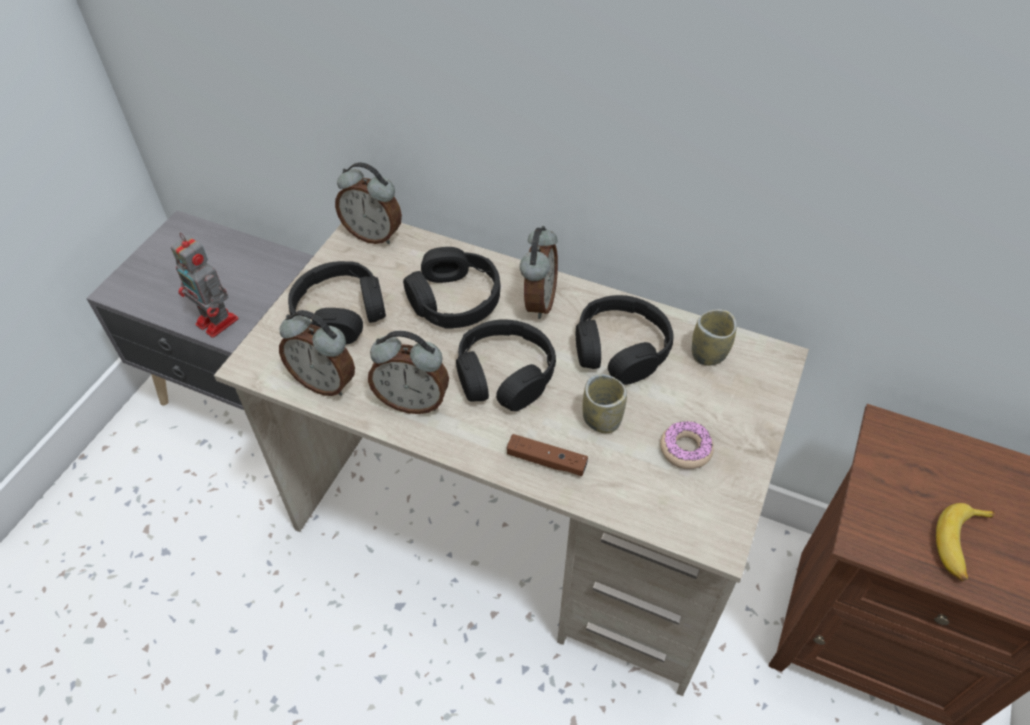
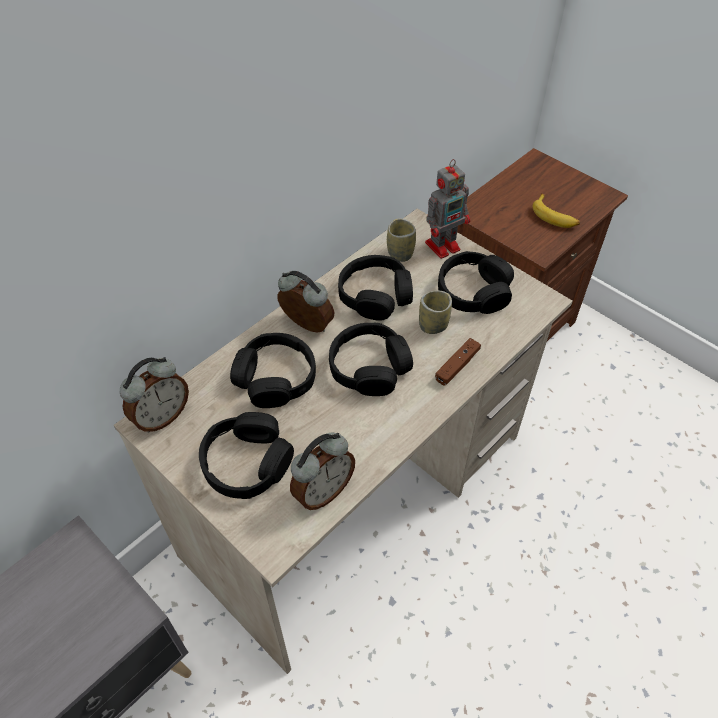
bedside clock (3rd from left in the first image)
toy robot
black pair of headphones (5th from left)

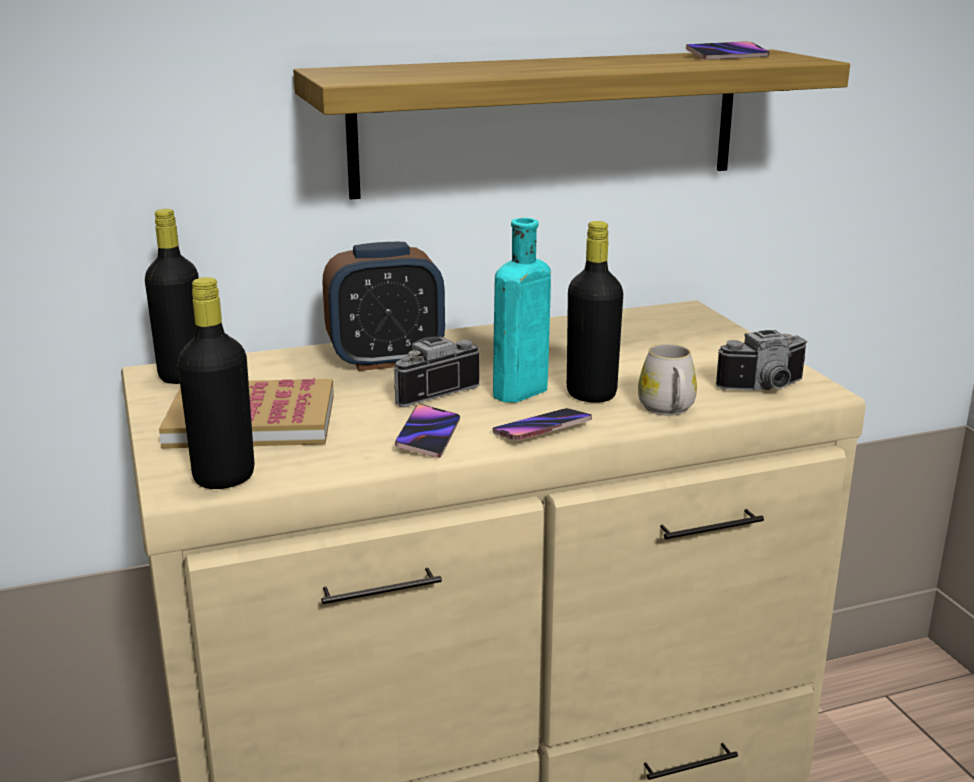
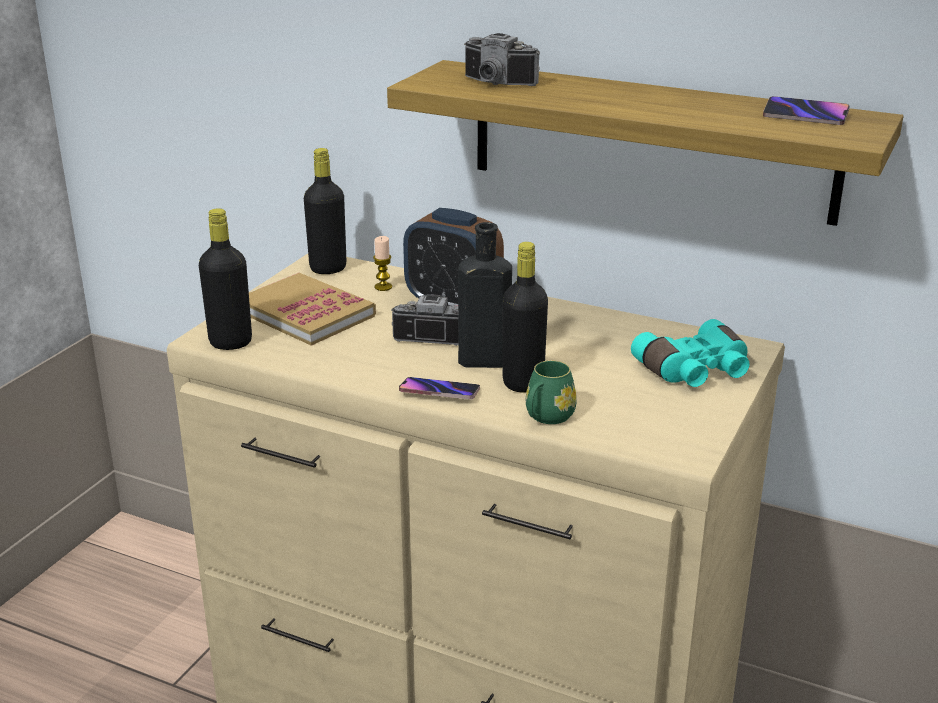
phone (1st from left in the first image)
wax light
turquoise-coloured binoculars
still camera (2nd from left)
black drink bottle (3rd from left)
greenish mug

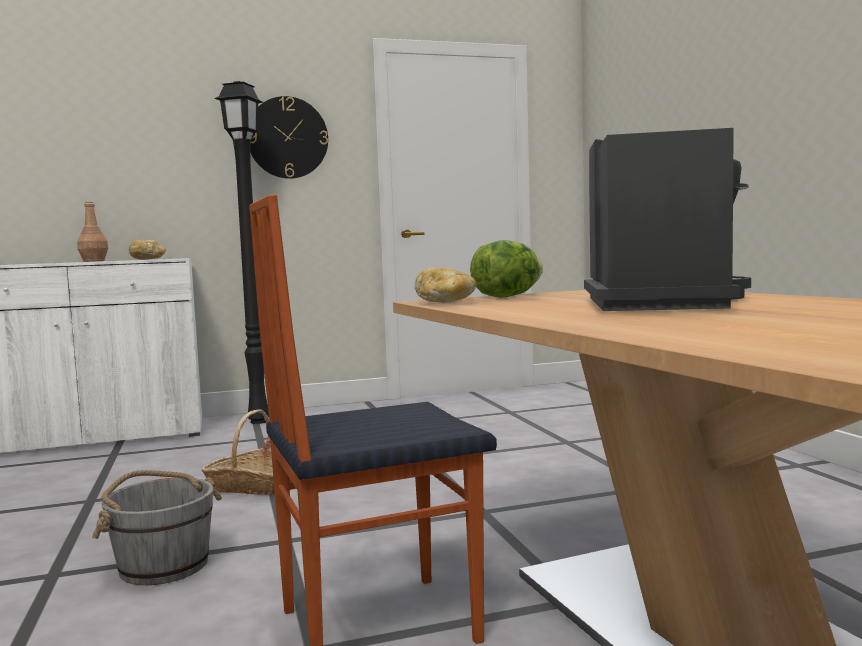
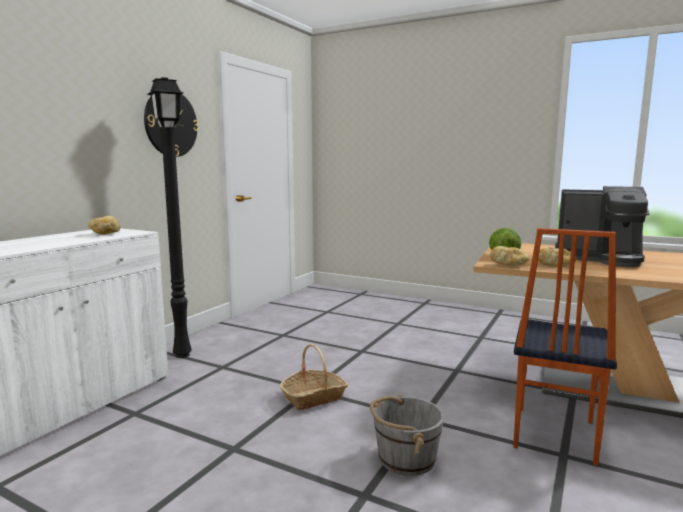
brown drink bottle
bakery bread (3rd from left)
coffee maker

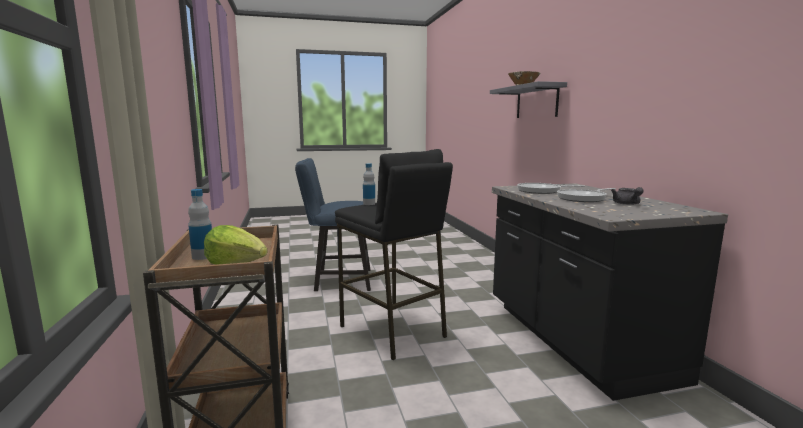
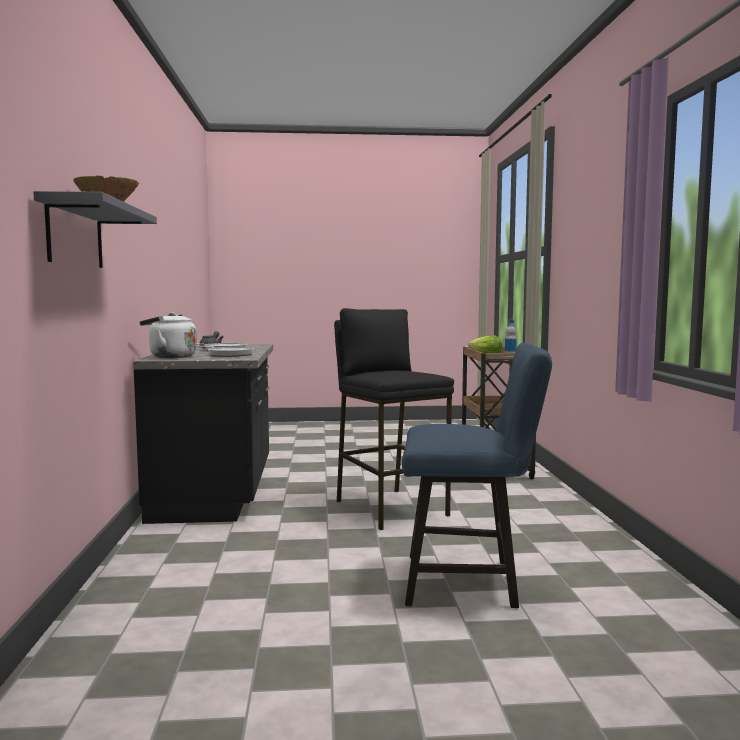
drink bottle (2nd from left in the first image)
white tea kettle

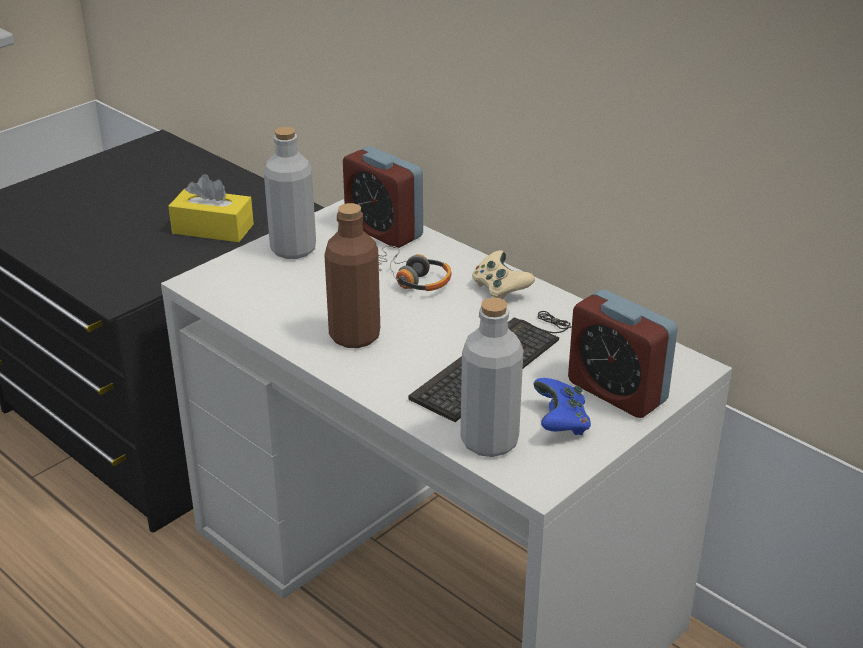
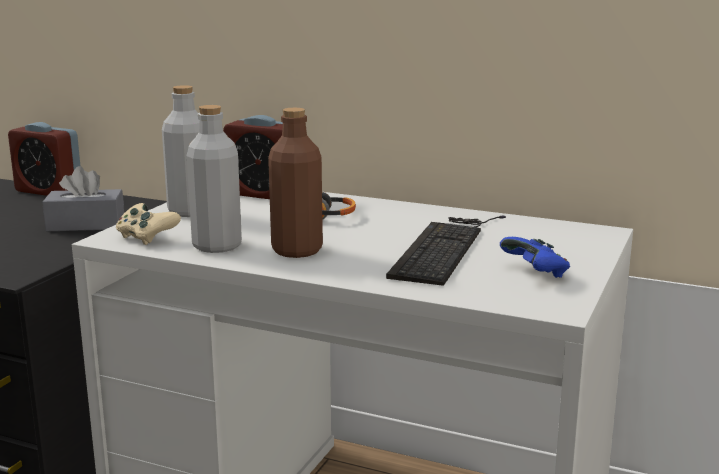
greyish drink bottle (2nd from left)
beige game controller
bedside clock (1st from left)
greyish tissue holder

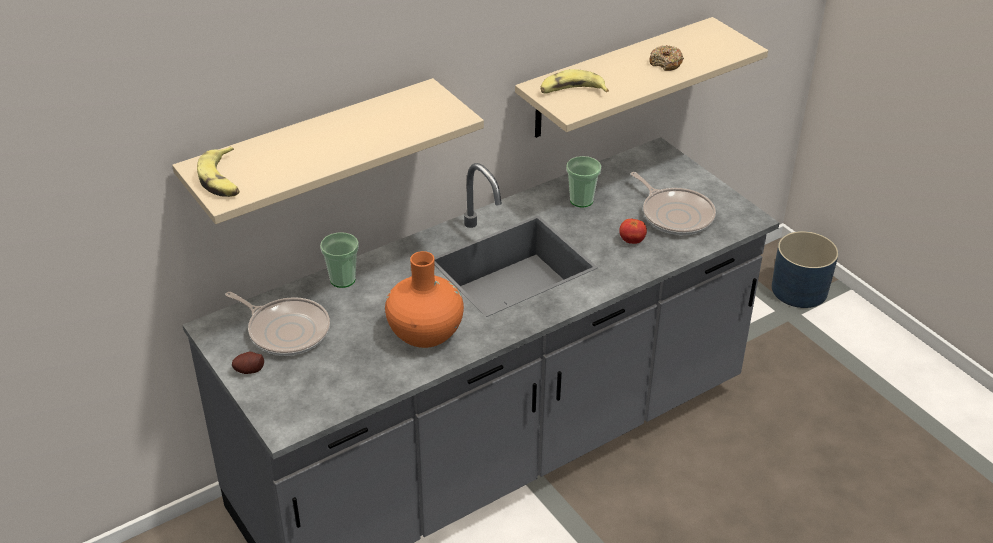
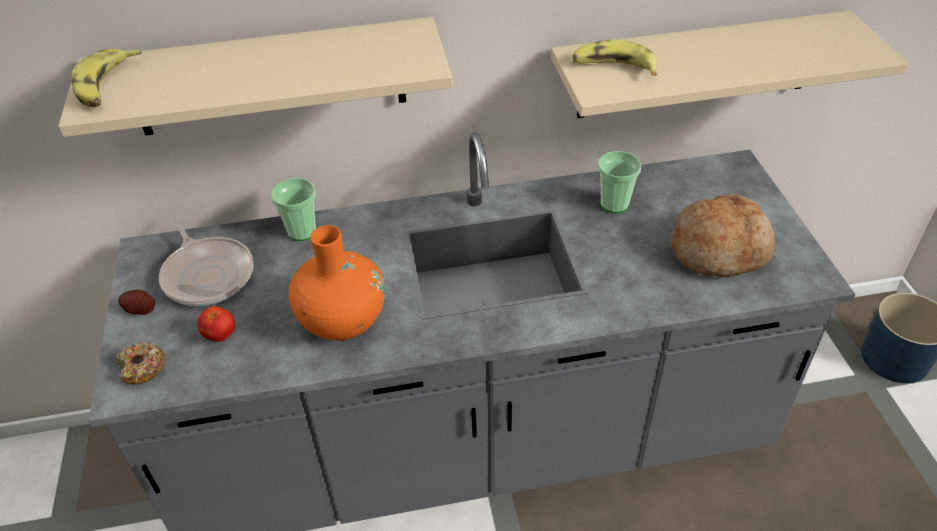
whole tomato
donut
bakery bread

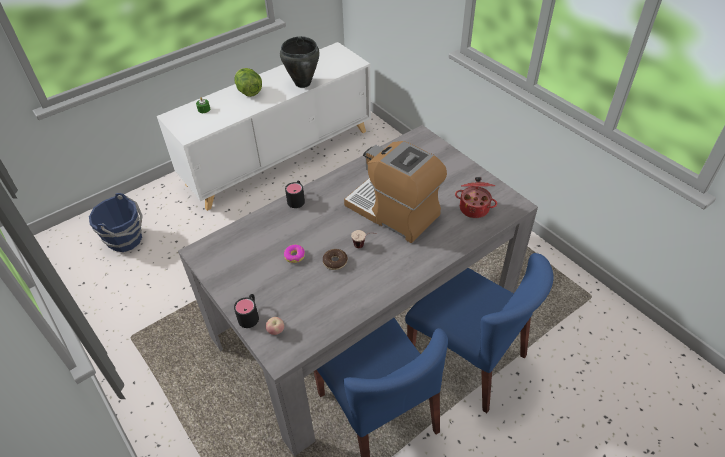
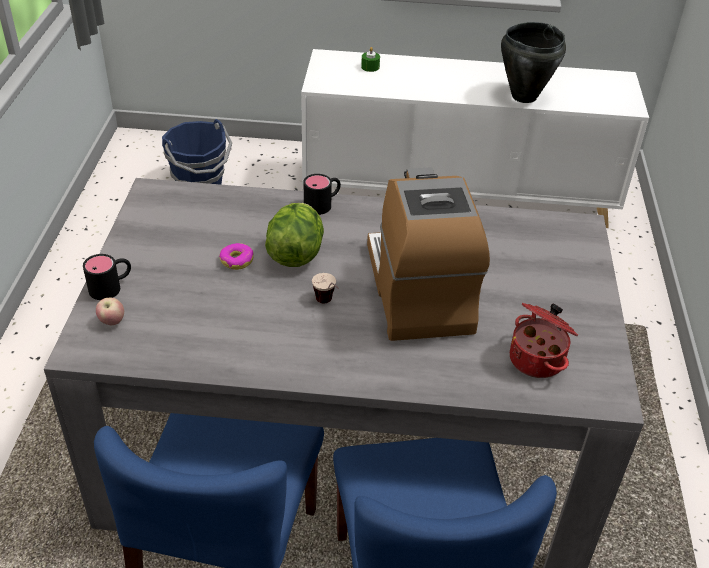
donut (2nd from left in the first image)
head of lettuce

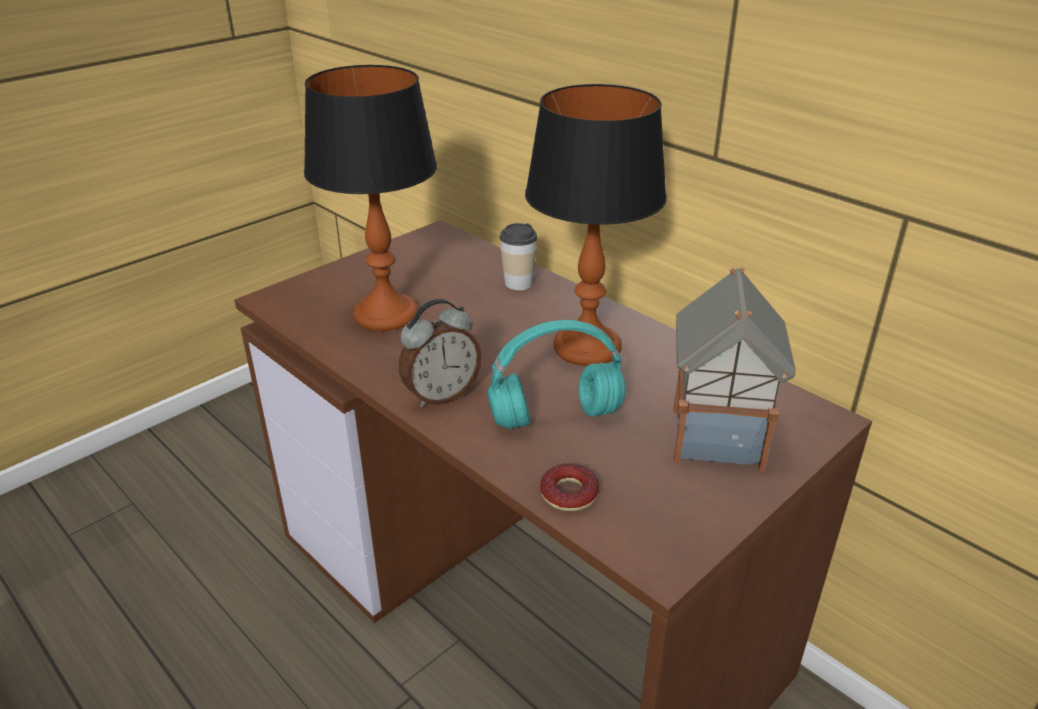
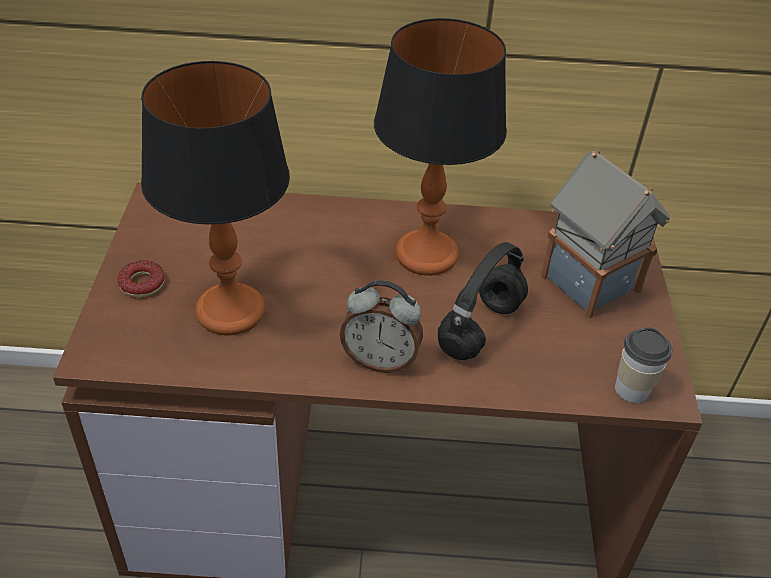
small cup
donut
black pair of headphones
bedside clock

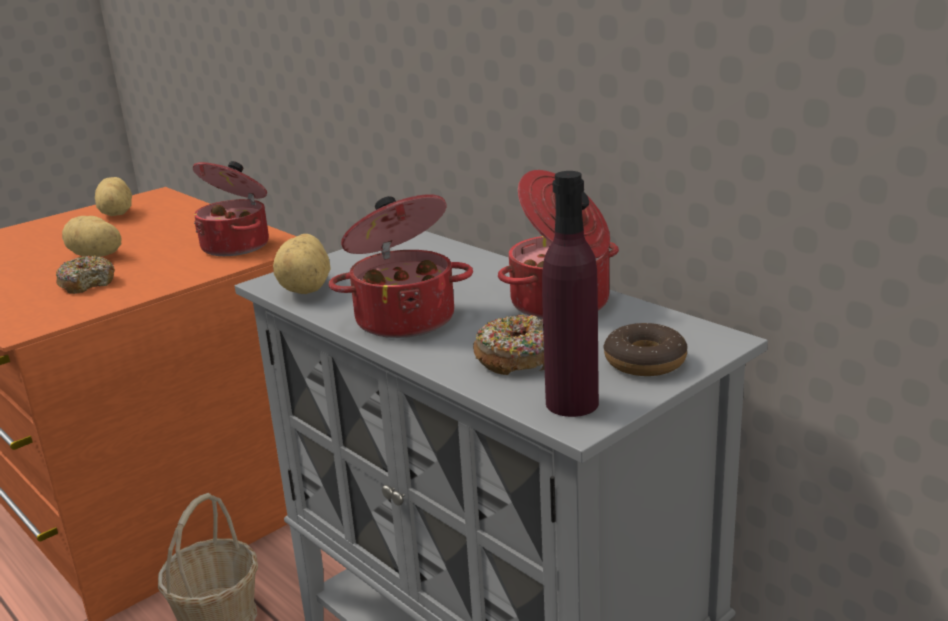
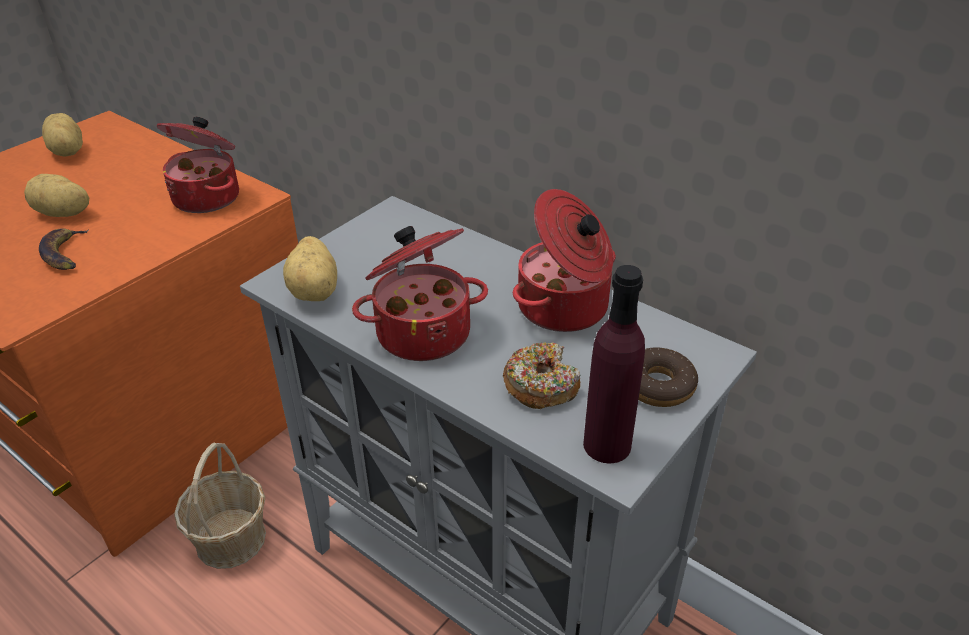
whole banana

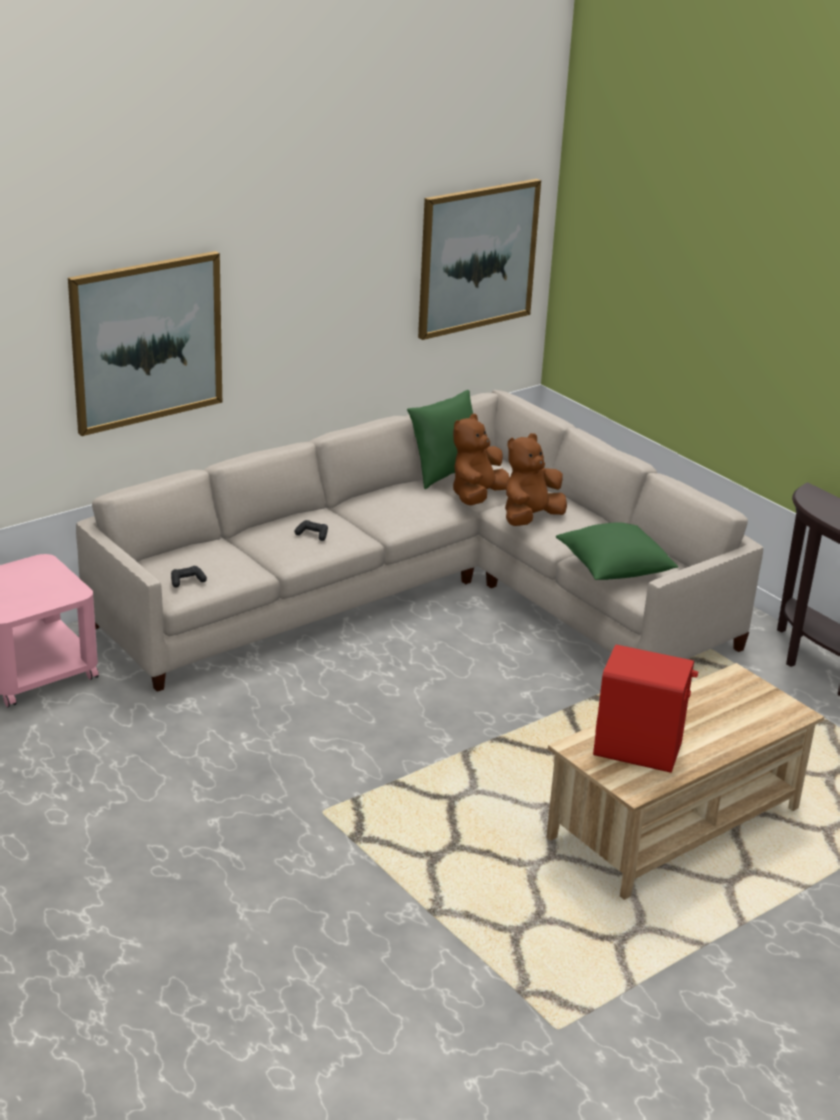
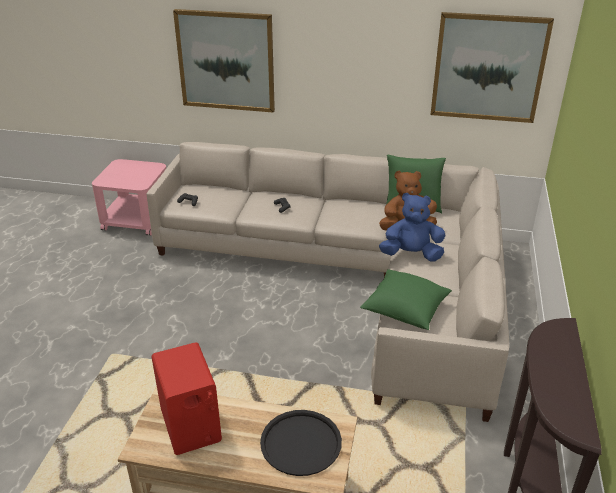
black tray
blue-coloured plush toy

